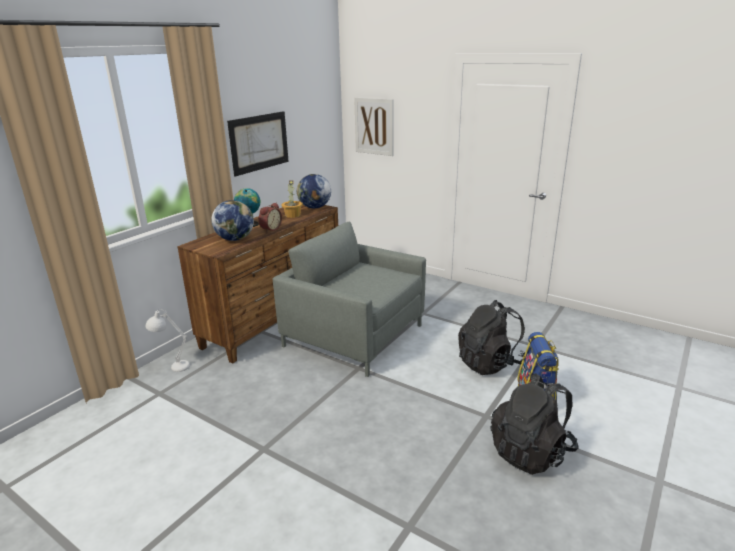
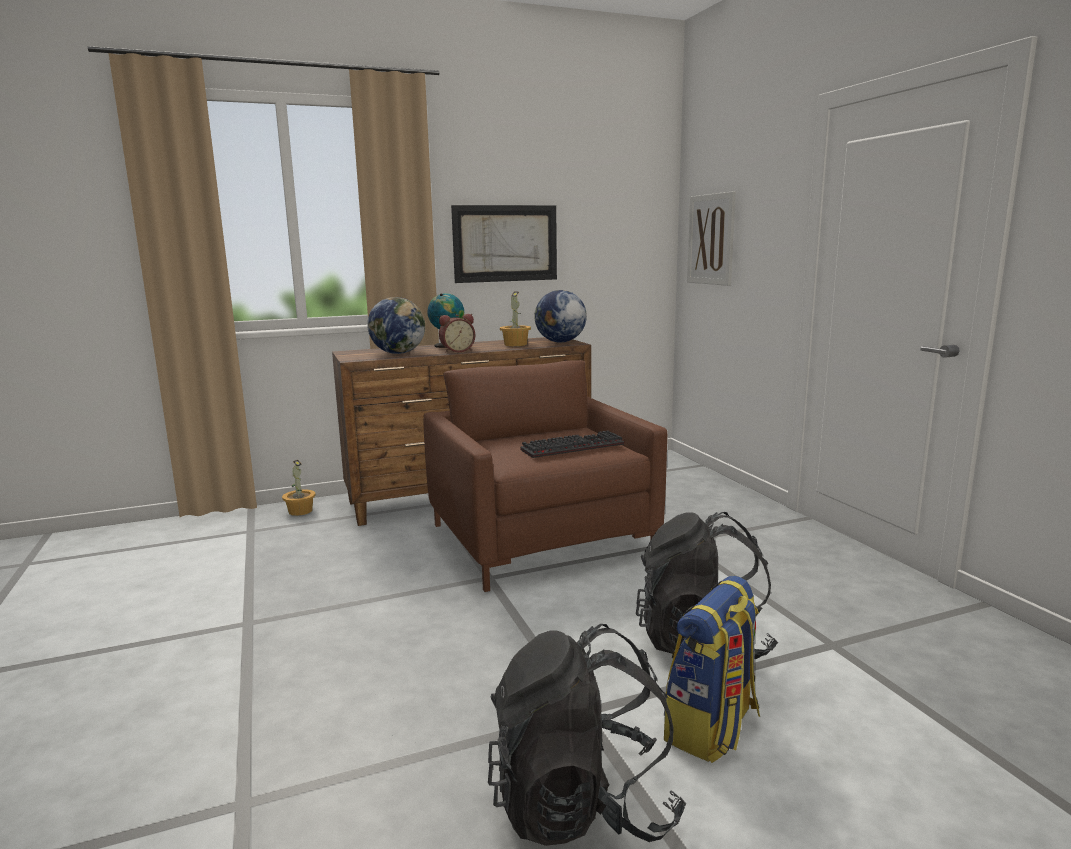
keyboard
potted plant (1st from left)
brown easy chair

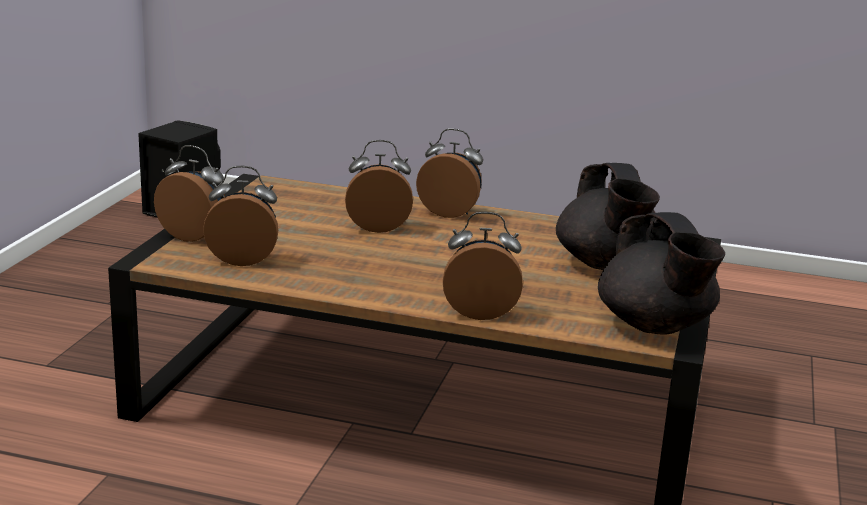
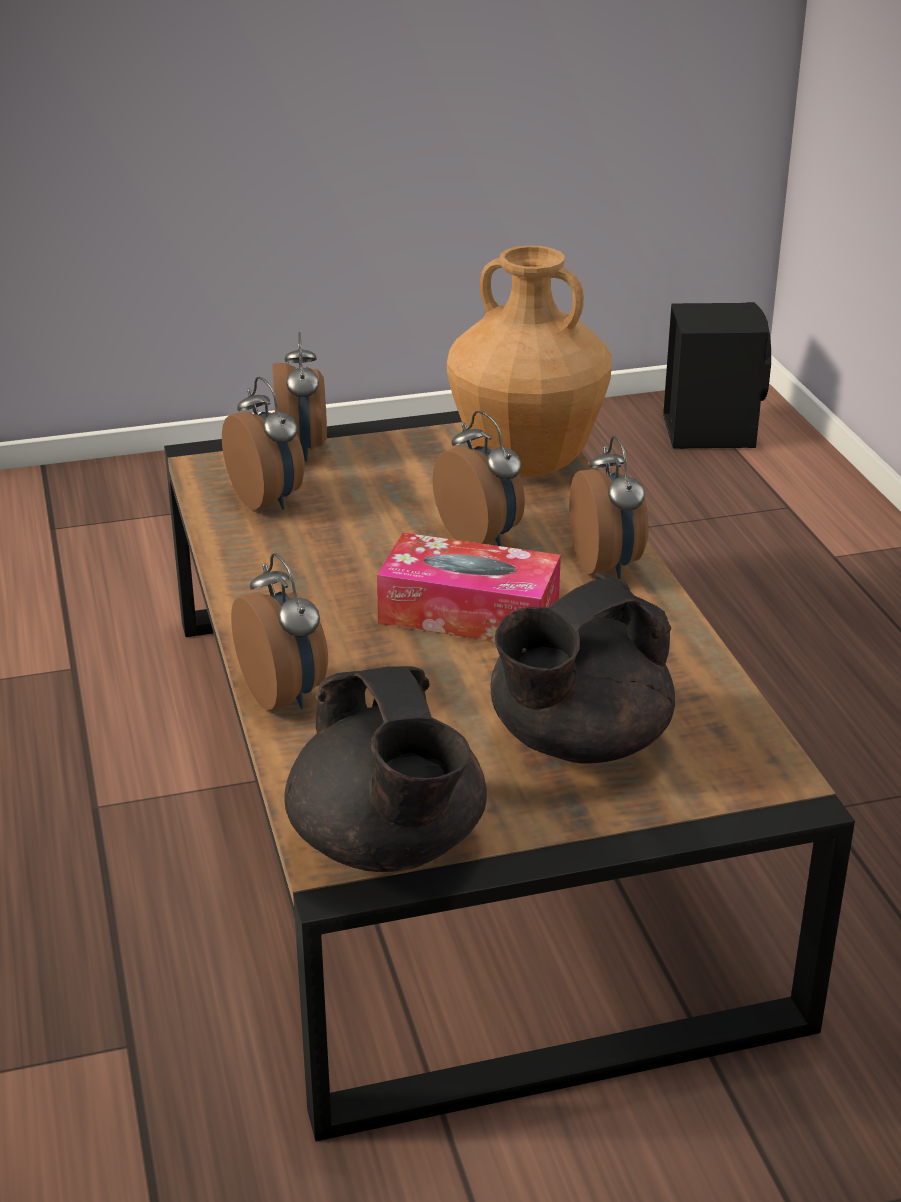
tissue holder
brown decorative vase
black tea pot (1st from left)

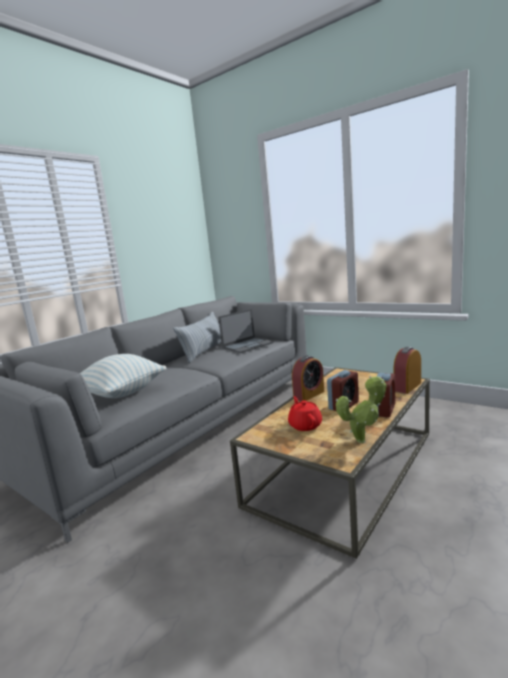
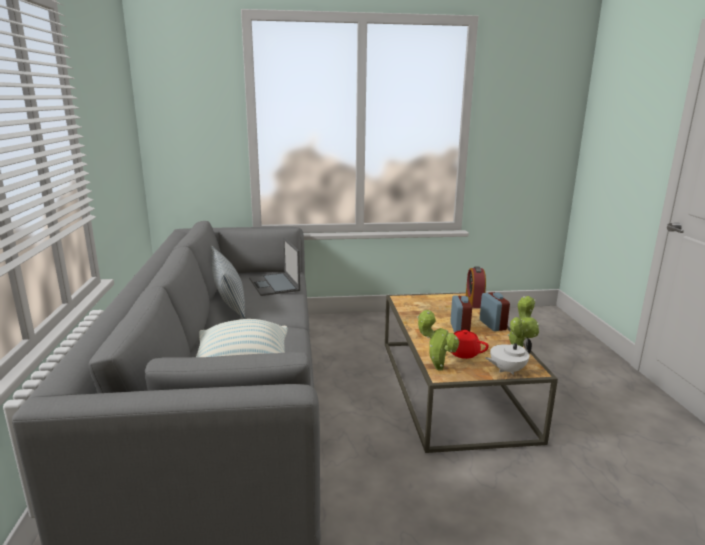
bedside clock (1st from left in the first image)
potted plant (1st from left)
white tea pot
laptop

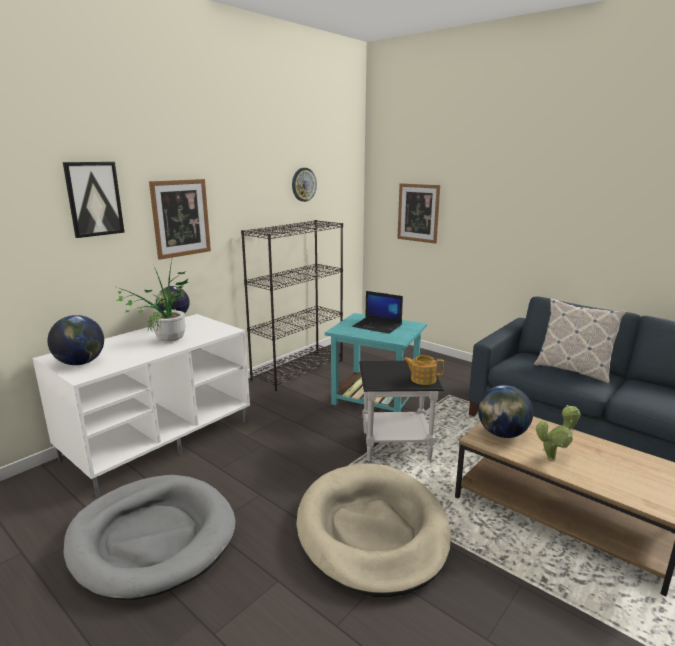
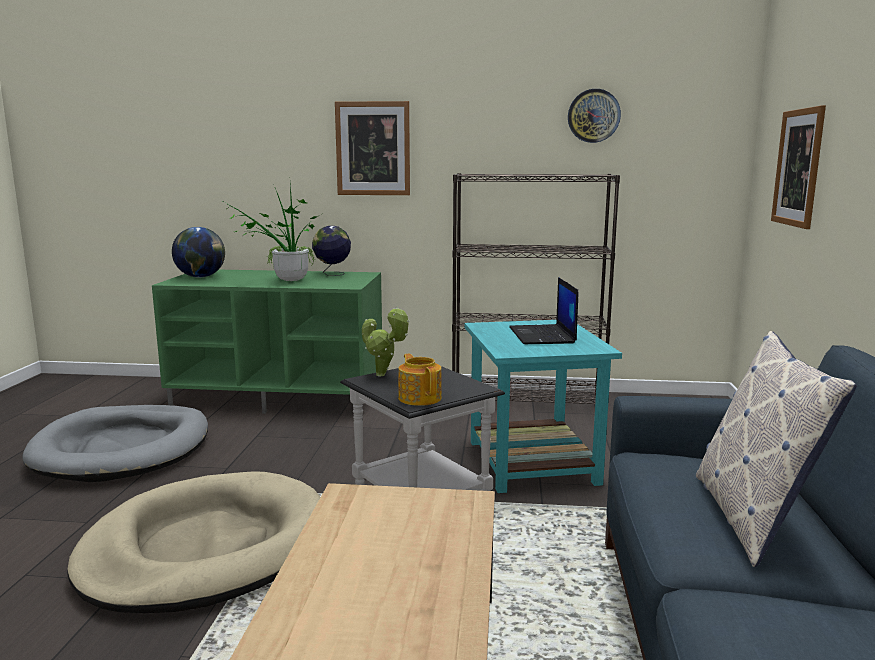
wall picture (1st from left in the first image)
globe (3rd from left in the first image)
potted plant (2nd from left)
greenish tv stand

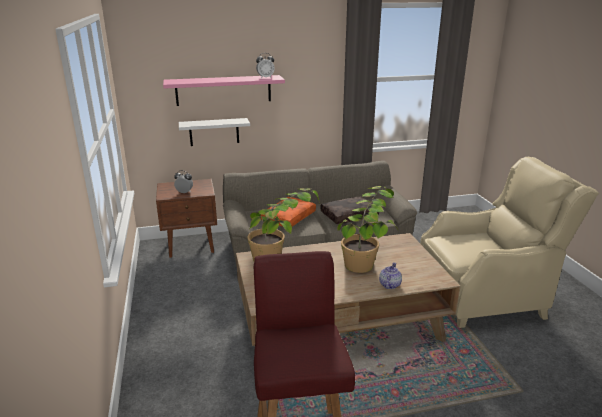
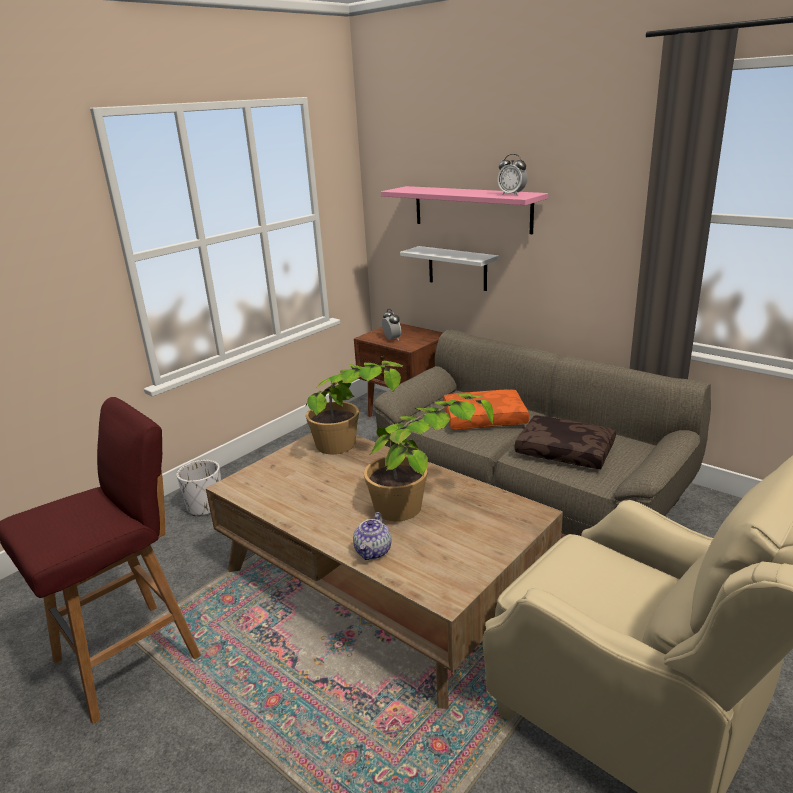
white plant pot
tea pot

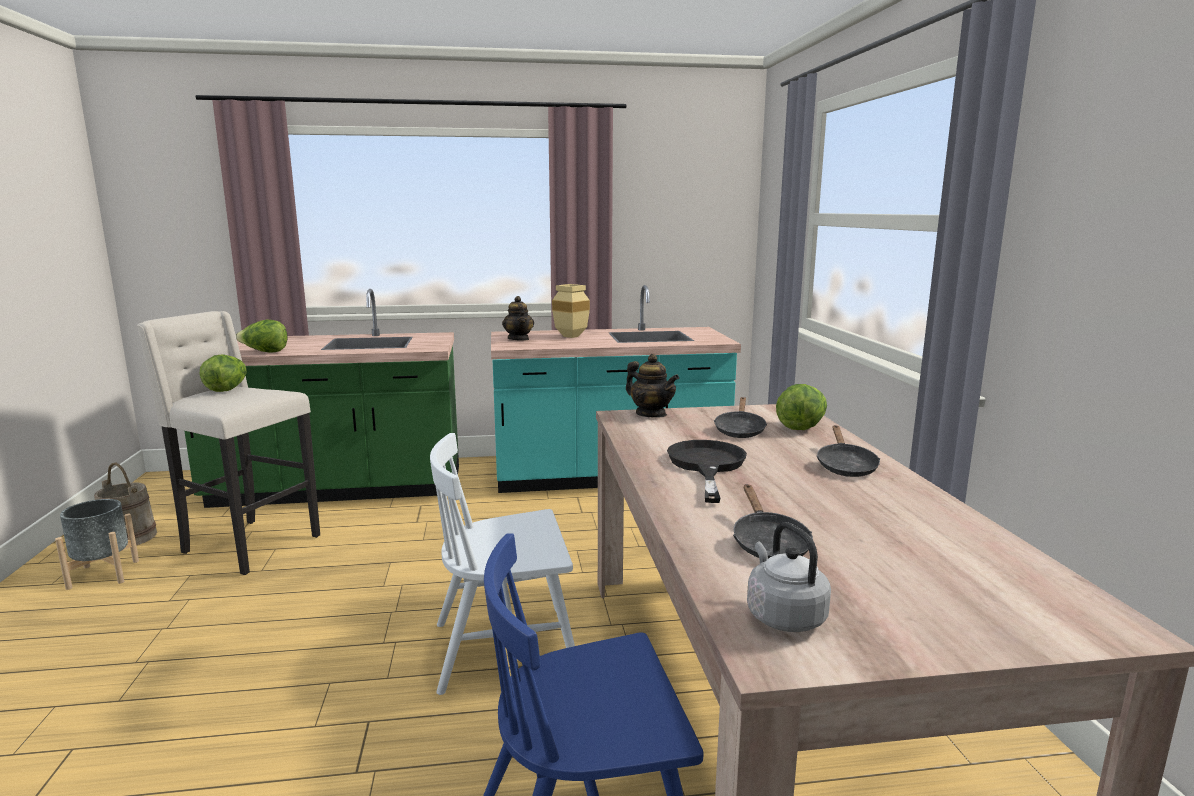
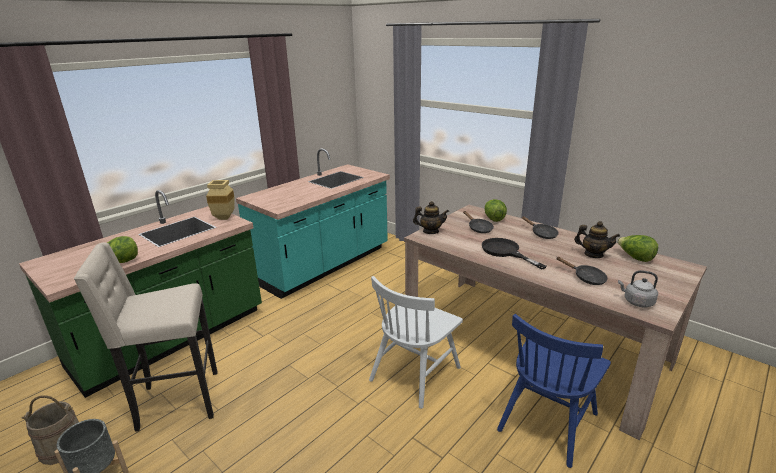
head of lettuce (3rd from left)
tea pot (2nd from left)
beige decorative vase

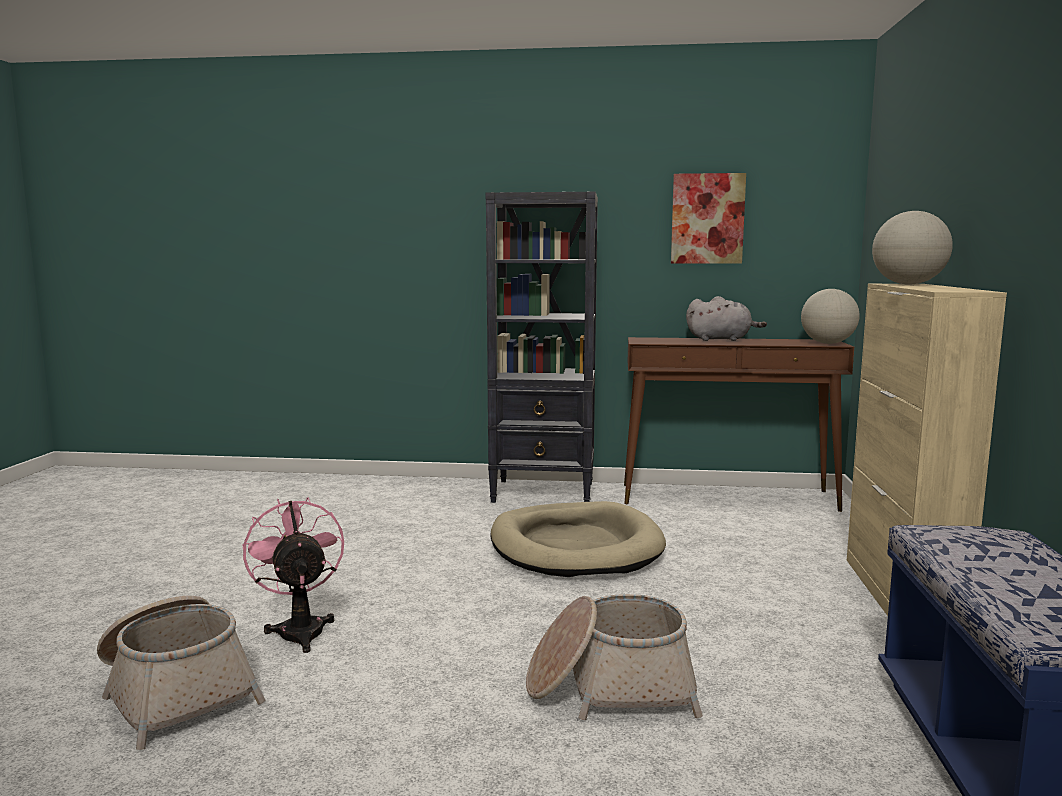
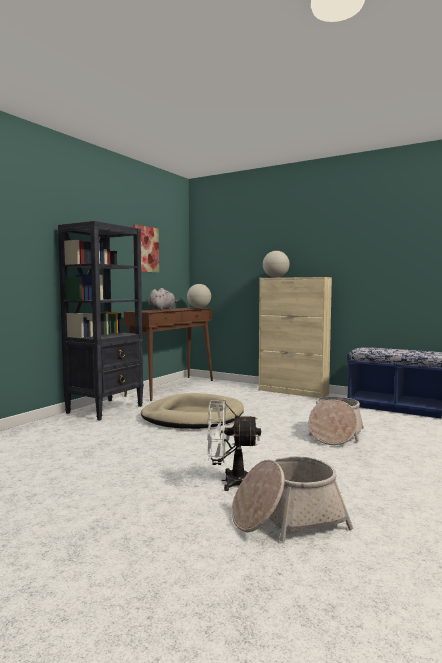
white fan

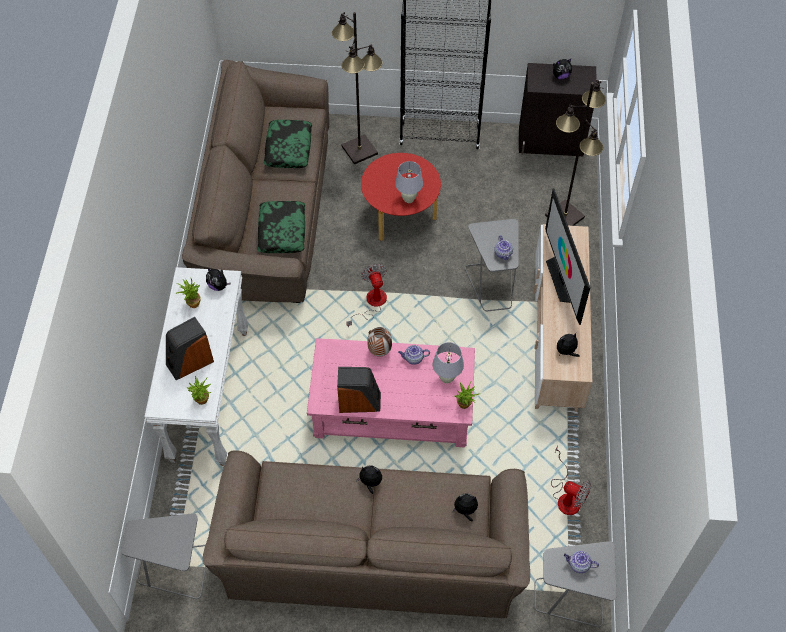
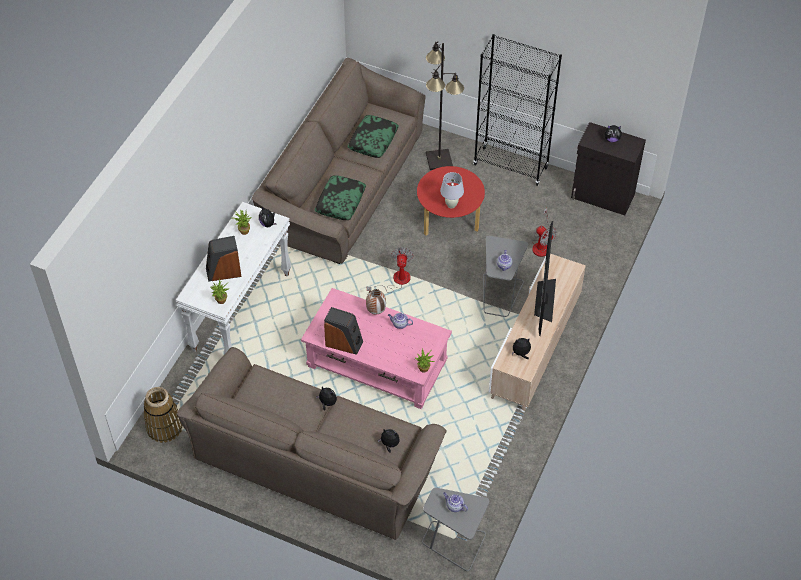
white tabletop lamp (2nd from left in the first image)
black standard lamp (2nd from left in the first image)
fan (2nd from left)
storage basket

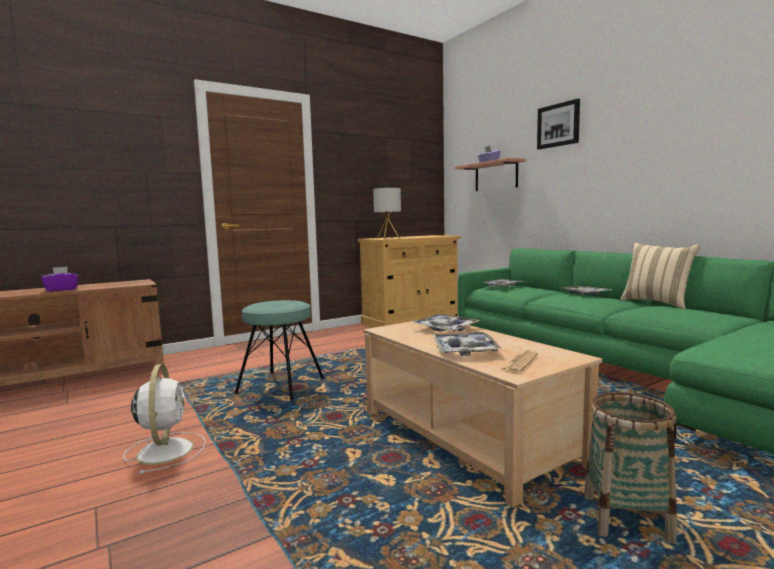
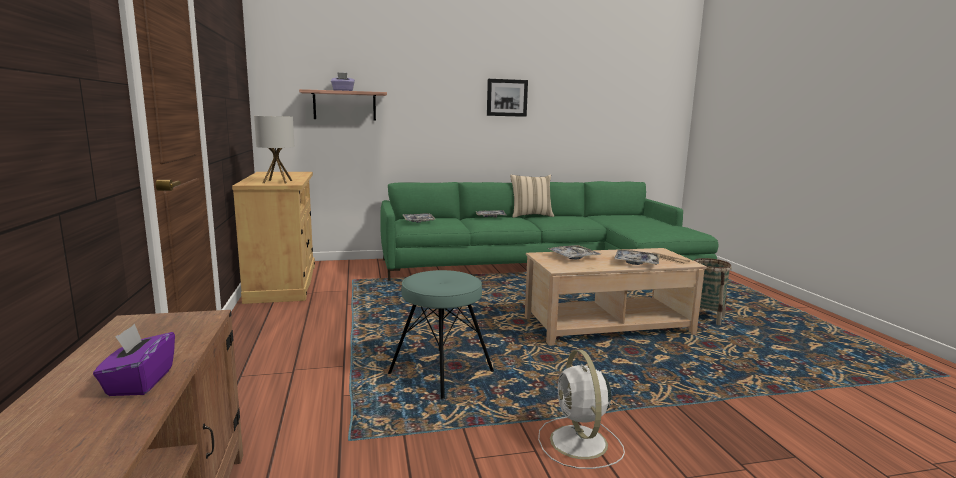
wall picture
white fan

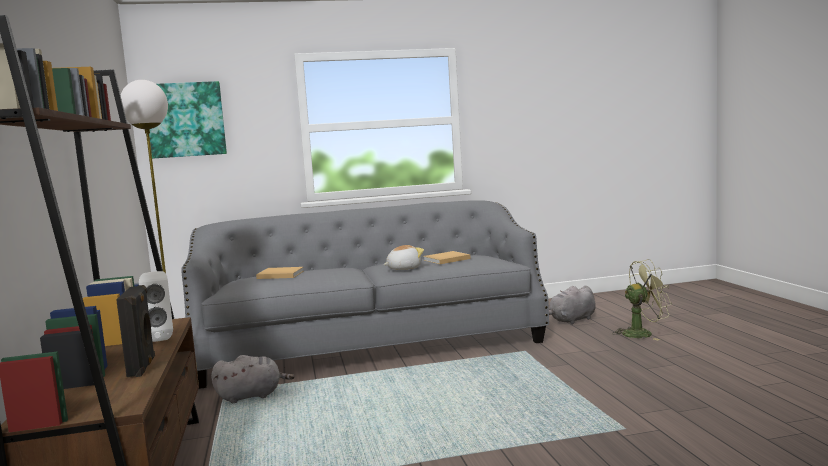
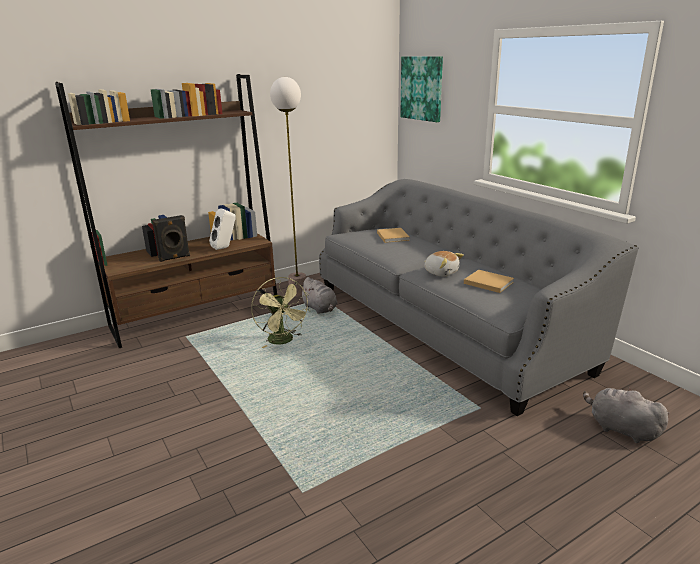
greenish fan

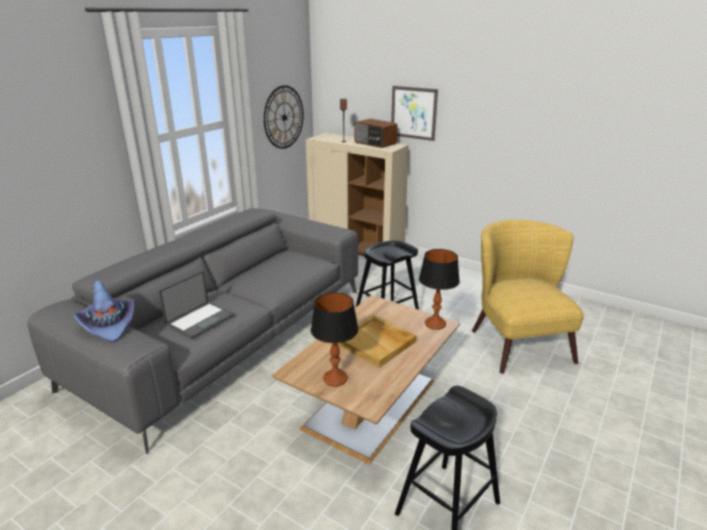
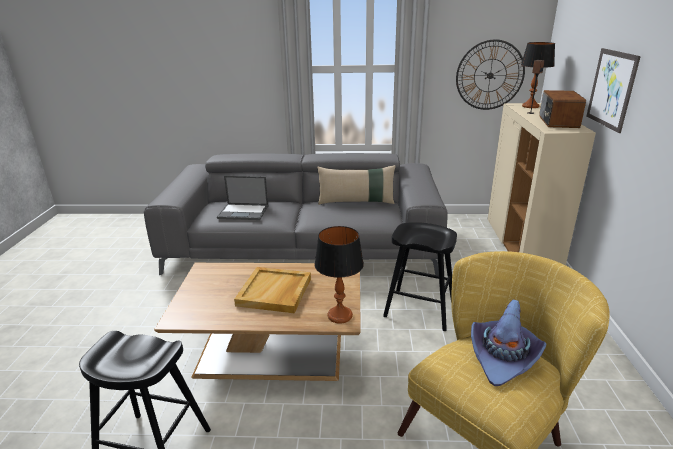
beige cushion
purple-coloured wearable hat
tabletop lamp (2nd from left)

